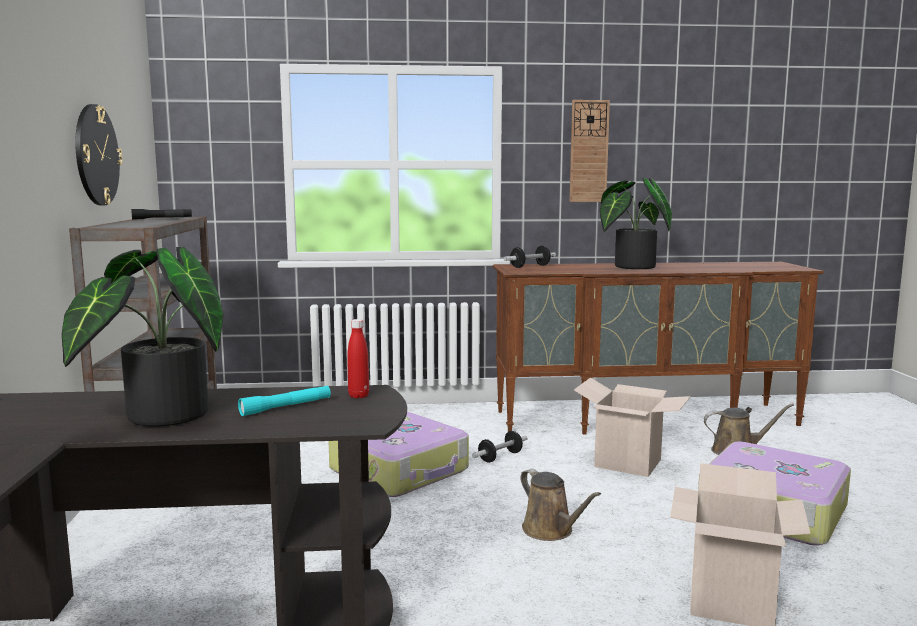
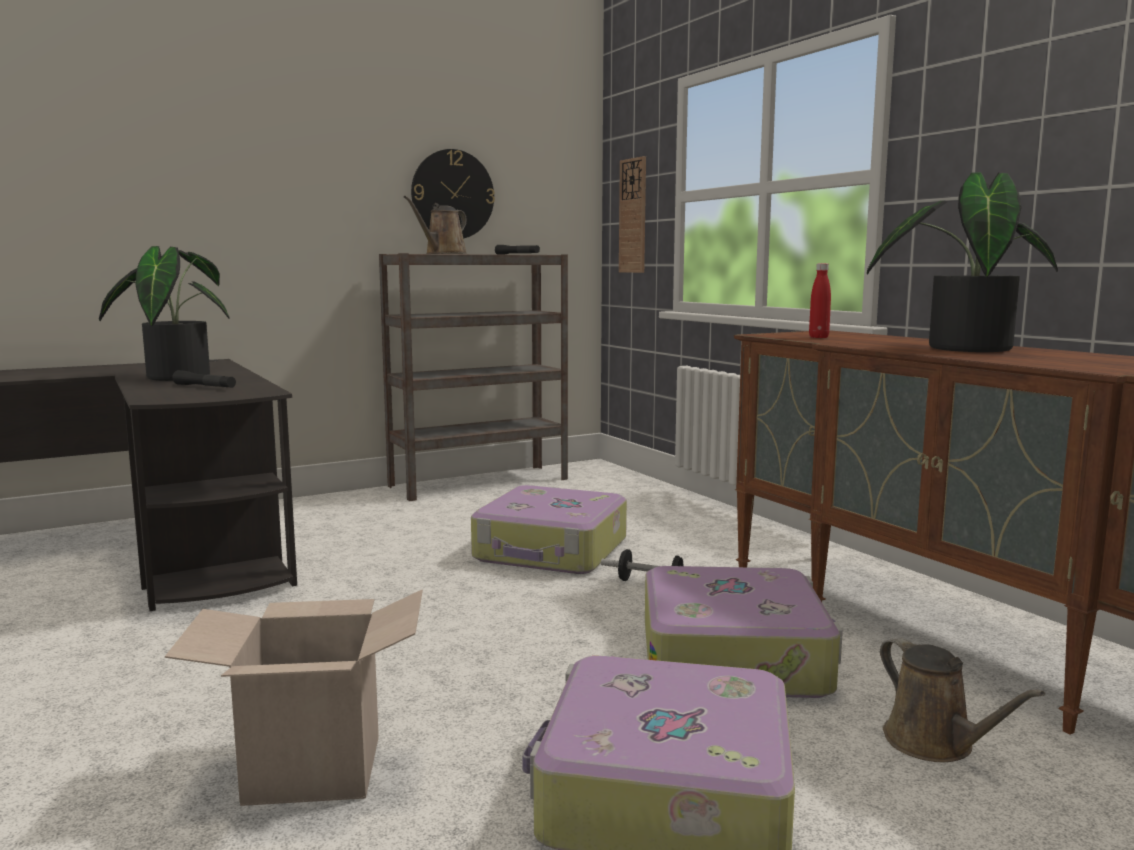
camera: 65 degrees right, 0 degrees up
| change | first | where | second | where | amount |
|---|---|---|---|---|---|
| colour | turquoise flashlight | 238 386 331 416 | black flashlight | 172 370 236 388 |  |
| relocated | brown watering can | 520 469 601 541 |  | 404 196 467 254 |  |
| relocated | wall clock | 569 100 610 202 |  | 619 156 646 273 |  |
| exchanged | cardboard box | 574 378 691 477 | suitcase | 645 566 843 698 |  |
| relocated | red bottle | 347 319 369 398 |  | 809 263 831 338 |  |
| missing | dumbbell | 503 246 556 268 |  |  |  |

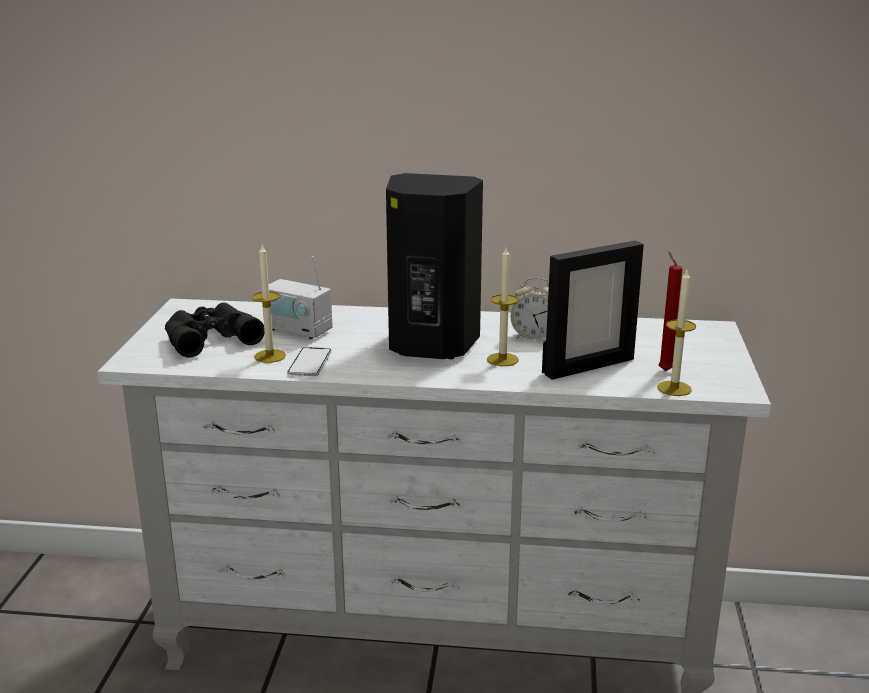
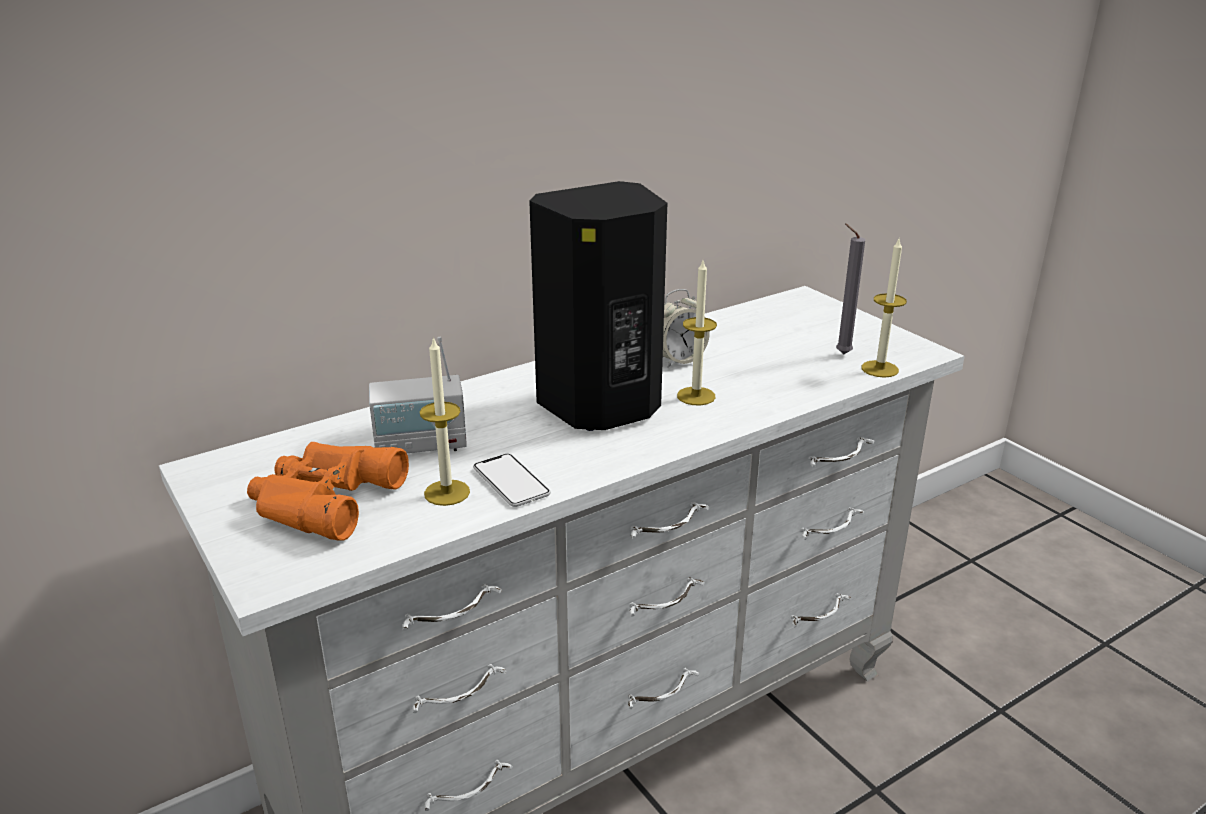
camera: 40 degrees left, 5 degrees up
| change | first | where | second | where | amount |
|---|---|---|---|---|---|
| colour | black binoculars | 165 302 264 358 | orange binoculars | 247 442 409 541 |  |
| colour | red candle | 658 251 683 371 | grey candle | 836 223 865 354 |  |
| missing | picture frame | 542 241 644 380 |  |  |  |

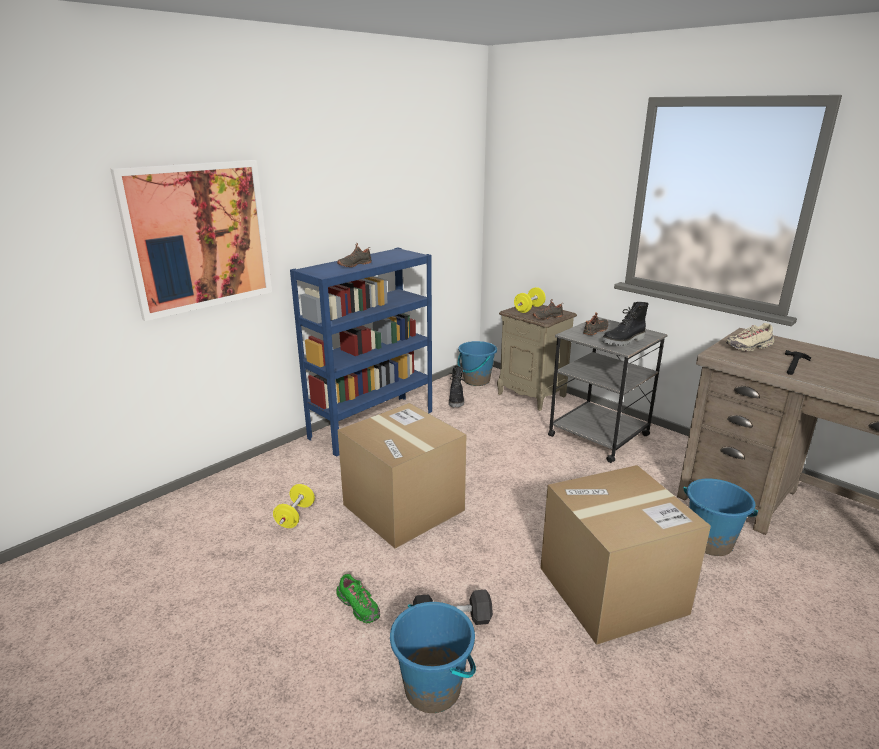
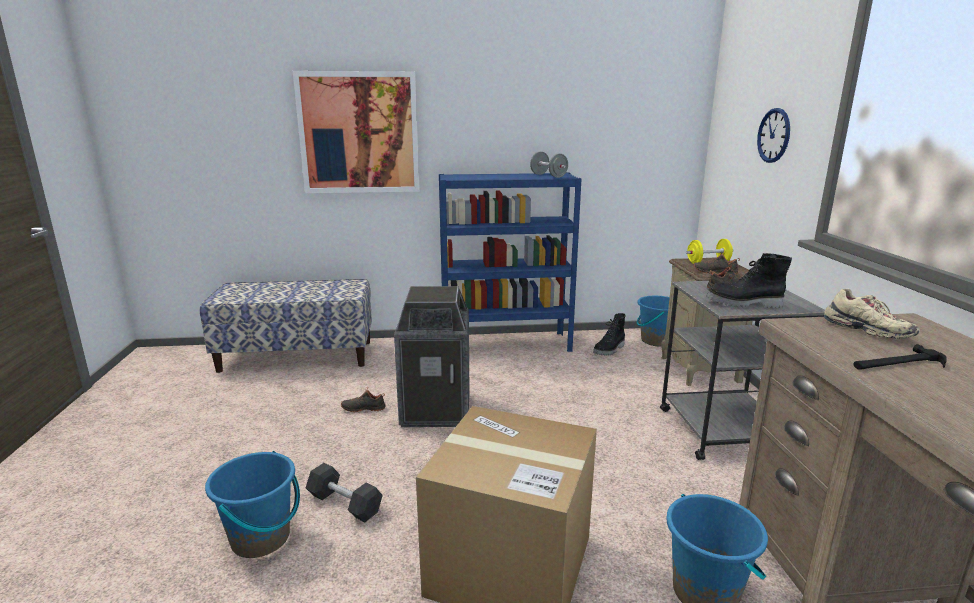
camera: 40 degrees right, 5 degrees down
| change | first | where | second | where | amount |
|---|---|---|---|---|---|
| appeared |  |  | bench | 200 279 372 373 |  |
| relocated | black shoe | 337 243 372 267 |  | 341 390 386 412 |  |
| exchanged | cardboard box | 338 403 466 548 | trash can | 394 286 469 427 |  |
| appeared |  |  | grey dumbbell | 530 152 568 178 |  |
| appeared |  |  | wall clock | 757 108 790 163 |  |
| spun | beige shoe | 726 323 774 352 |  | 824 288 920 339 | 150 degrees counterclockwise |
| missing | yellow dumbbell | 273 484 315 528 |  |  |  |
| missing | green shoe | 336 574 380 623 |  |  |  |

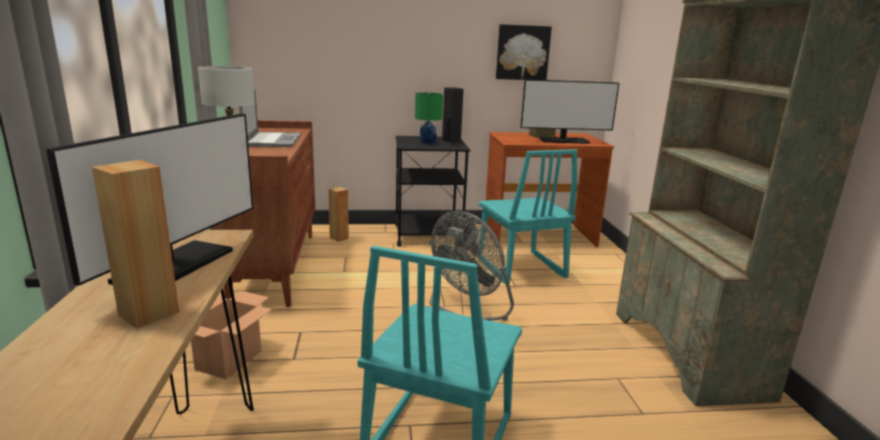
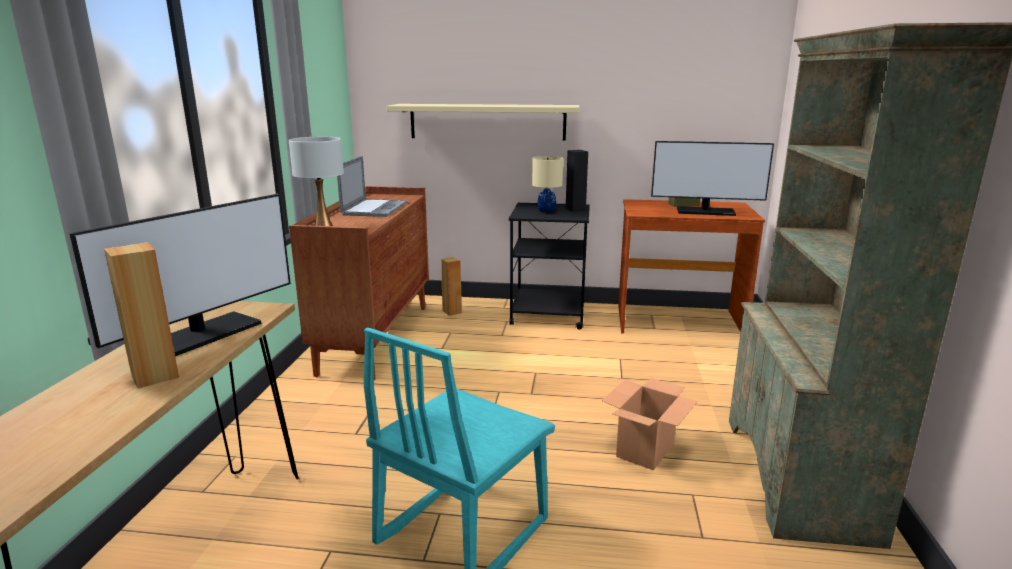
camera: 15 degrees right, 0 degrees up
| change | first | where | second | where | amount |
|---|---|---|---|---|---|
| appeared |  |  | beige shelf | 386 104 580 141 |  |
| colour | green table lamp | 415 93 443 144 | beige table lamp | 532 156 563 213 |  |
| relocated | cardboard box | 191 291 273 379 |  | 602 378 698 470 |  |
| missing | grey fan | 429 211 514 321 |  |  |  |
| missing | turquoise chair | 477 149 578 285 |  |  |  |
| missing | picture | 496 24 552 80 |  |  |  |

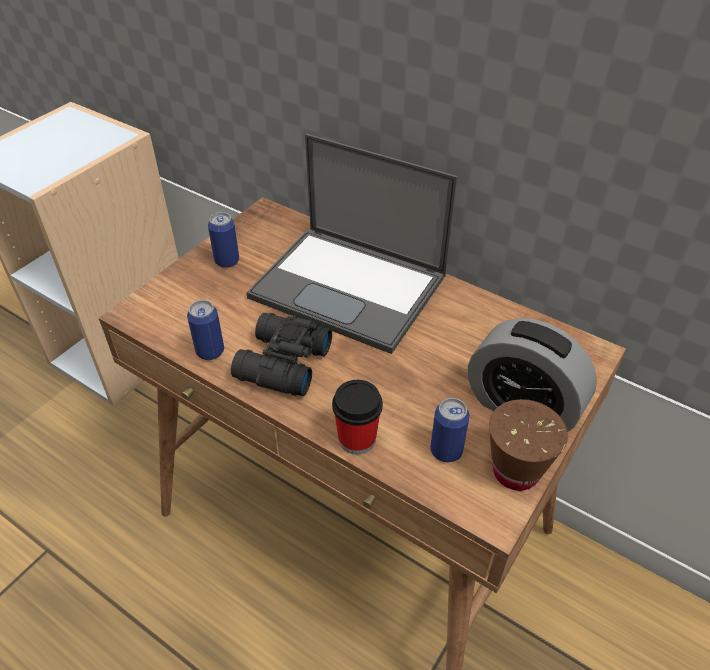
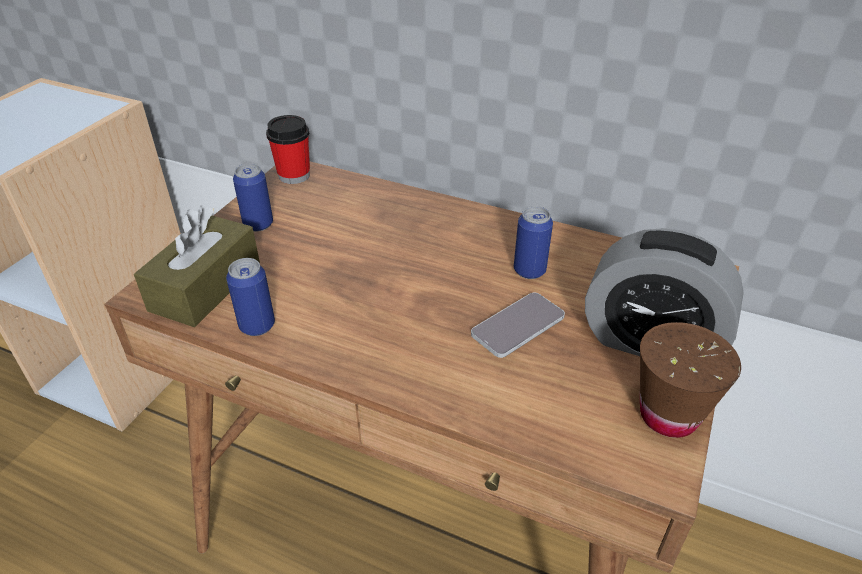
camera: 10 degrees left, 5 degrees down
| change | first | where | second | where | amount |
|---|---|---|---|---|---|
| appeared |  |  | brown tissue box | 134 205 260 327 |  |
| relocated | cup | 332 380 383 455 |  | 266 115 310 184 |  |
| appeared |  |  | phone | 471 293 565 358 |  |
| relocated | can | 430 398 470 462 |  | 514 206 553 279 |  |
| missing | black binoculars | 231 313 332 396 |  |  |  |
| missing | laptop | 246 134 458 354 |  |  |  |

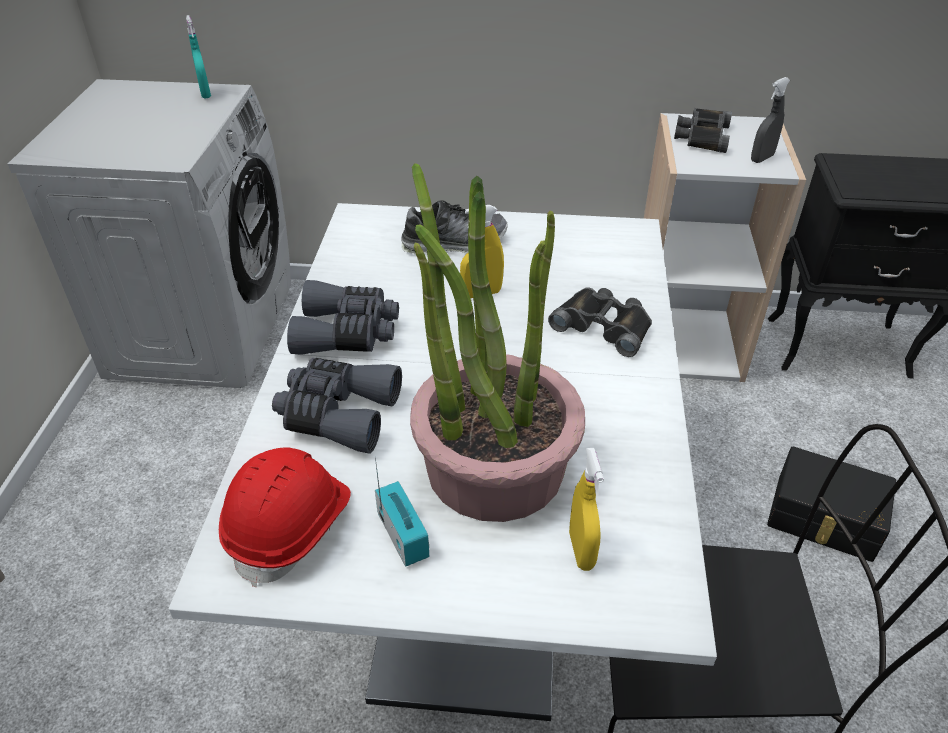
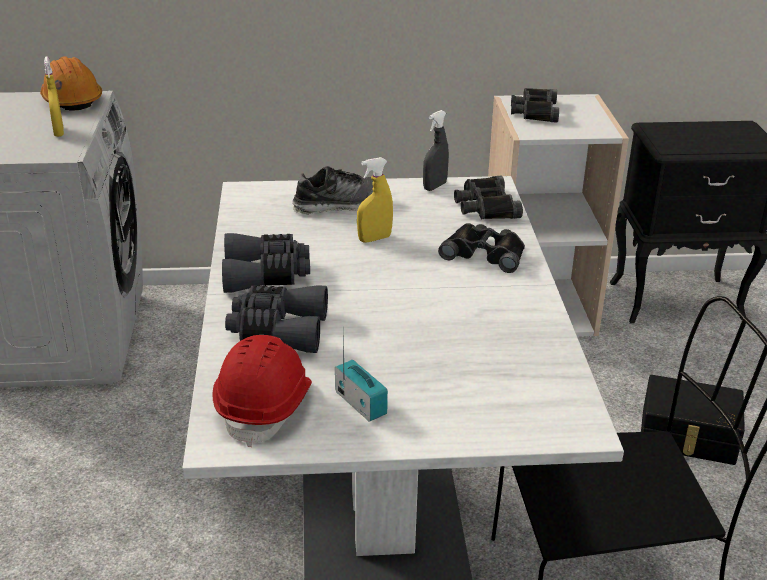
camera: 10 degrees left, 10 degrees down
| change | first | where | second | where | amount |
|---|---|---|---|---|---|
| exchanged | turquoise spray bottle | 186 15 211 99 | orange hard hat | 40 56 102 110 |  |
| relocated | yellow spray bottle | 569 448 604 571 |  | 44 56 64 137 |  |
| relocated | grey spray bottle | 751 77 790 163 |  | 423 110 449 191 |  |
| appeared |  |  | black binoculars | 454 176 523 219 |  |
| missing | potted plant | 410 163 585 522 |  |  |  |

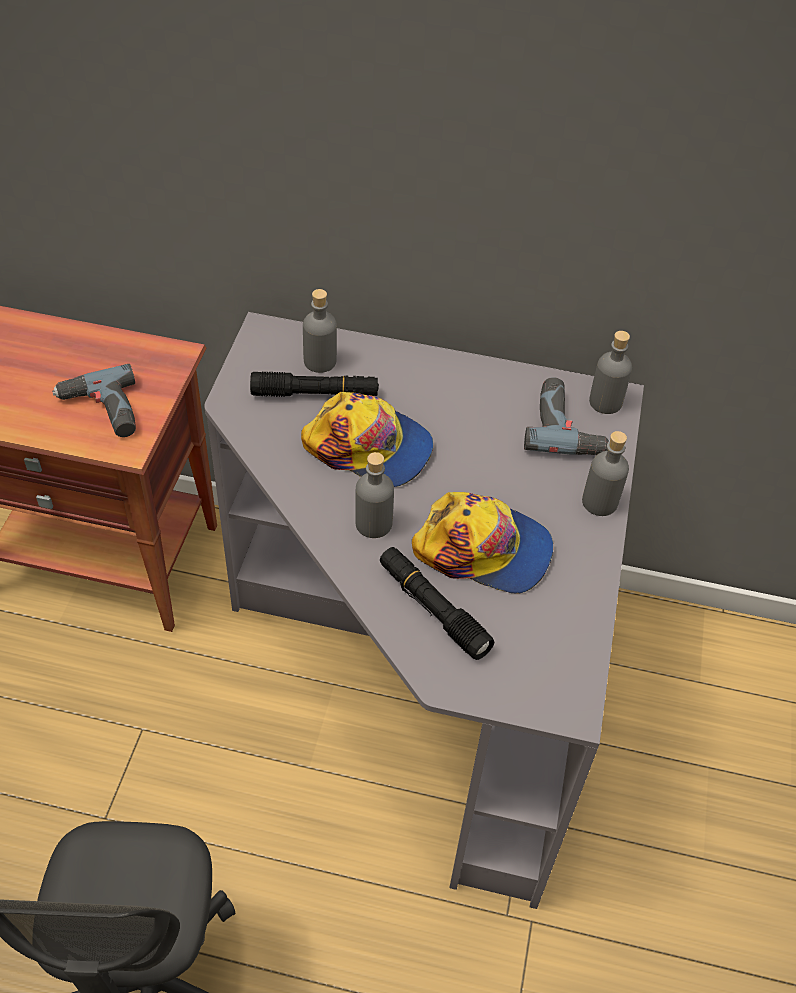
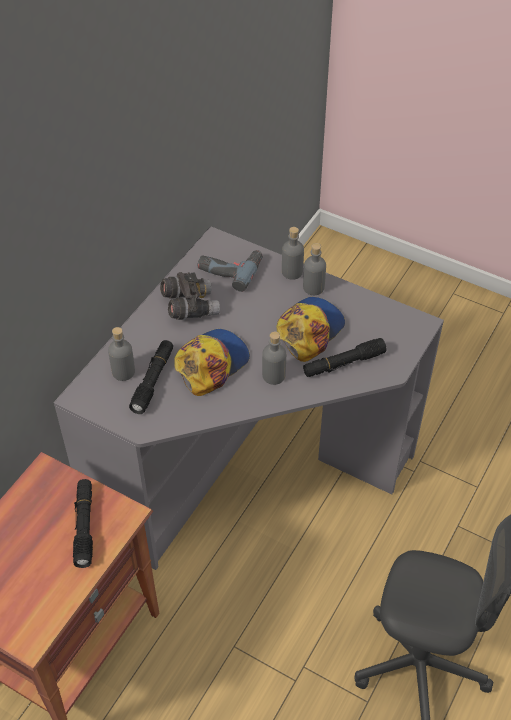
camera: 70 degrees left, 0 degrees up
| change | first | where | second | where | amount |
|---|---|---|---|---|---|
| exchanged | power drill | 52 364 136 437 | black flashlight | 73 479 93 568 |  |
| appeared |  |  | grey binoculars | 160 272 220 320 |  |
| relocated | grey bottle | 589 331 632 414 |  | 303 243 326 295 |  |

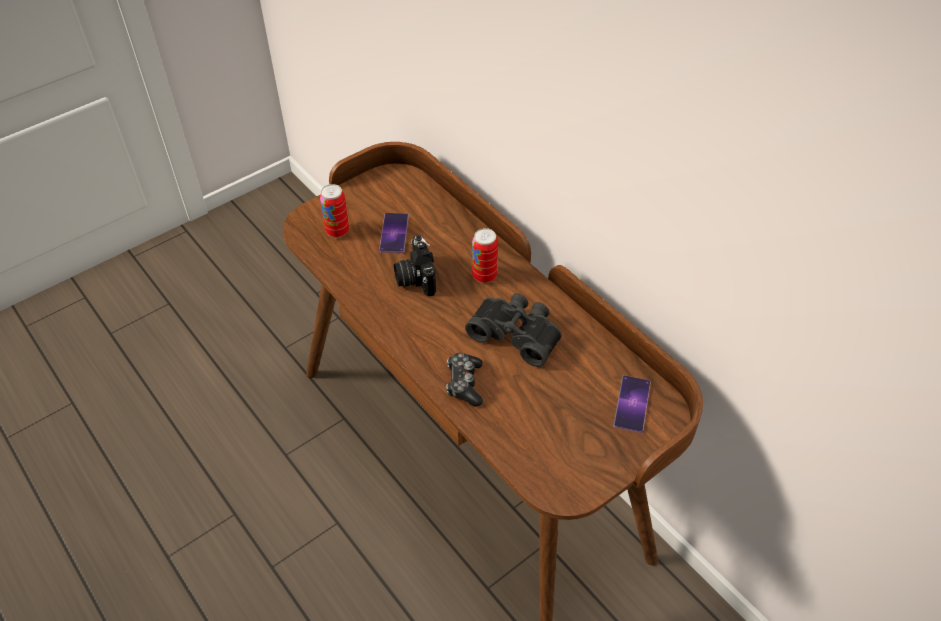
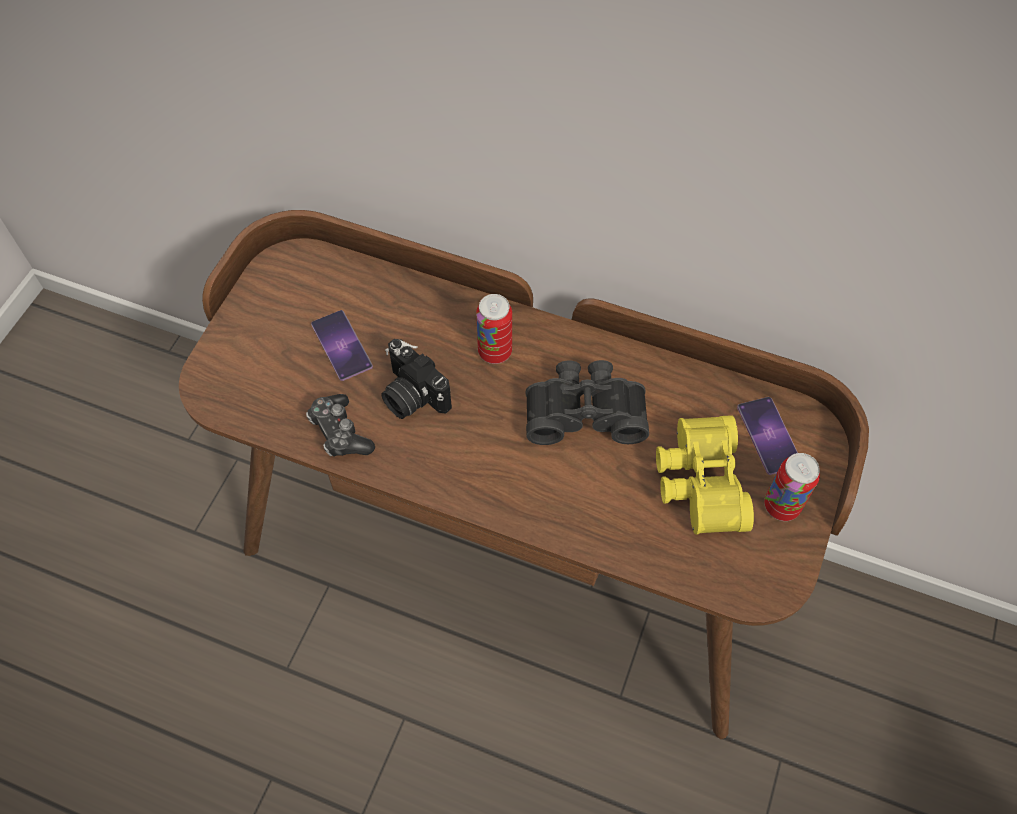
camera: 30 degrees left, 10 degrees up
| change | first | where | second | where | amount |
|---|---|---|---|---|---|
| relocated | game controller | 446 352 483 407 |  | 306 394 375 457 |  |
| appeared |  |  | yellow binoculars | 656 415 754 535 |  |
| relocated | can | 320 184 349 238 |  | 764 453 820 521 |  |

